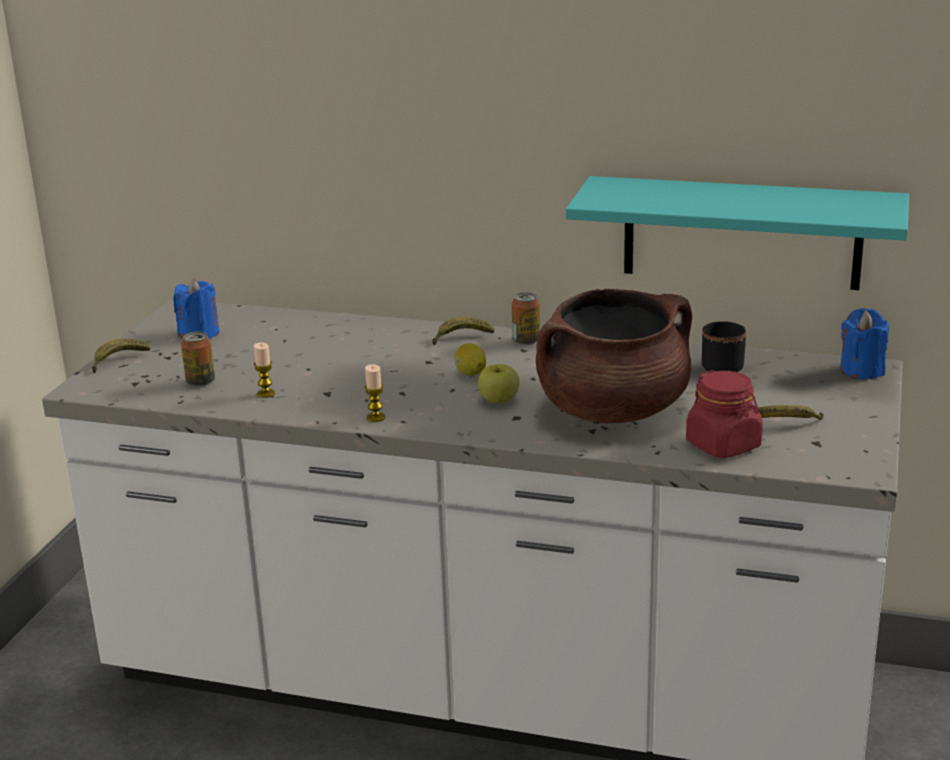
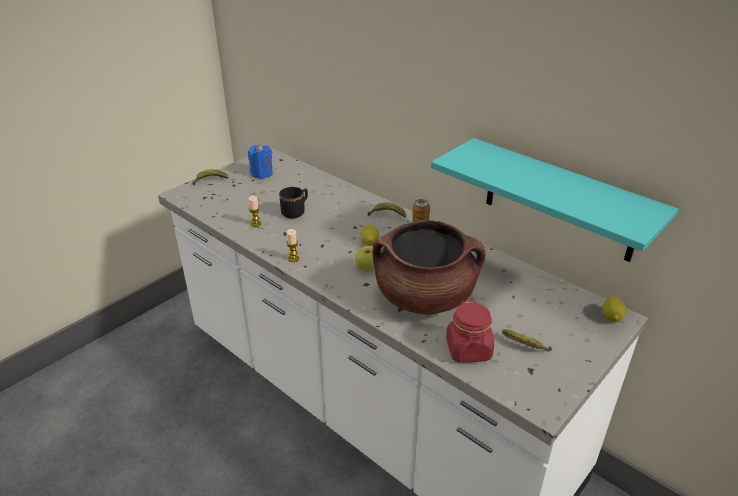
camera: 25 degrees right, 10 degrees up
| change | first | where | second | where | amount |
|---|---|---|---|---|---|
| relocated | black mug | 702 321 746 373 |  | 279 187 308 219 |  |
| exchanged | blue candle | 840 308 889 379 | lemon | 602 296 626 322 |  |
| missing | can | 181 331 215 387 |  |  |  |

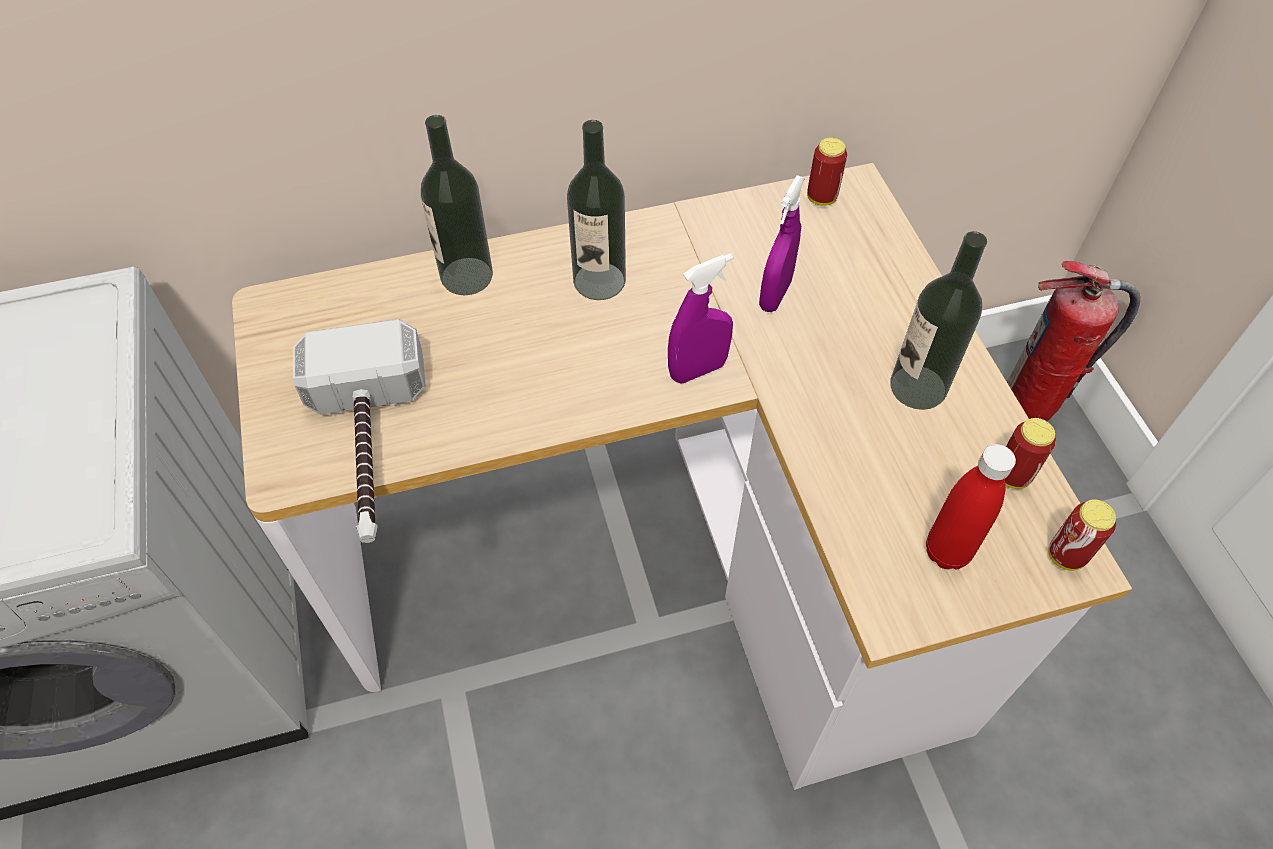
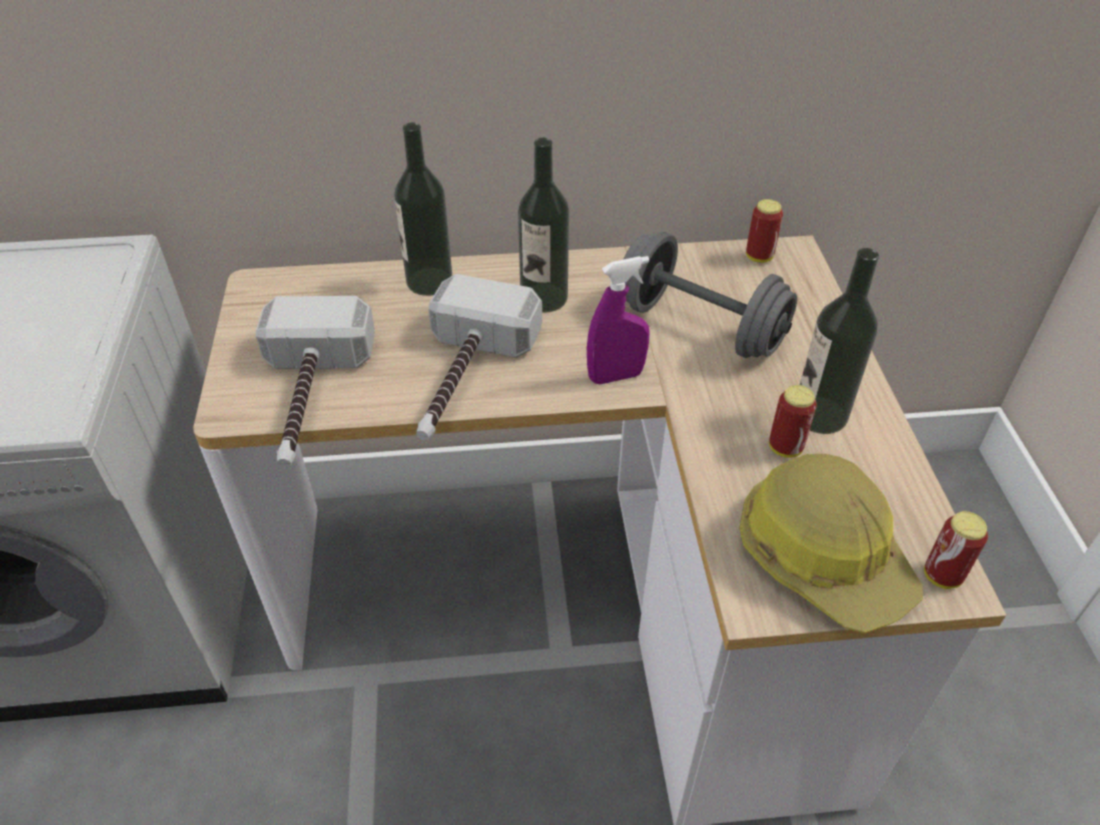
camera: 10 degrees right, 10 degrees down
| change | first | where | second | where | amount |
|---|---|---|---|---|---|
| appeared |  |  | hammer | 416 274 542 440 |  |
| exchanged | purple spray bottle | 759 175 805 312 | grey dumbbell | 623 232 797 358 |  |
| exchanged | red bottle | 926 444 1016 570 | hard hat | 739 454 923 633 |  |
| relocated | can | 1005 418 1056 489 |  | 769 385 817 458 |  |
| missing | fire extinguisher | 1007 261 1140 421 |  |  |  |

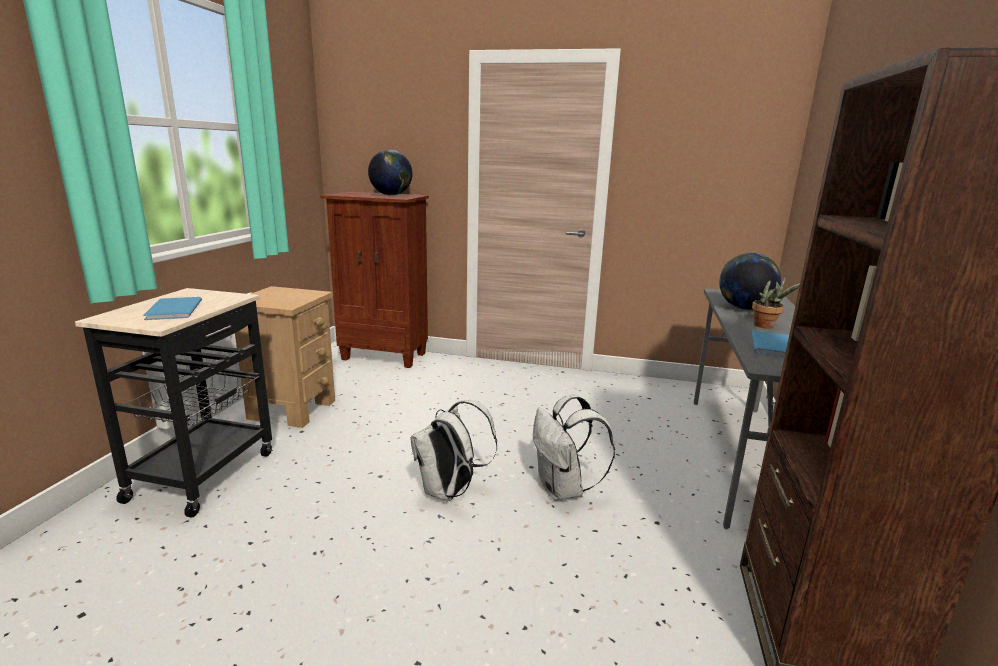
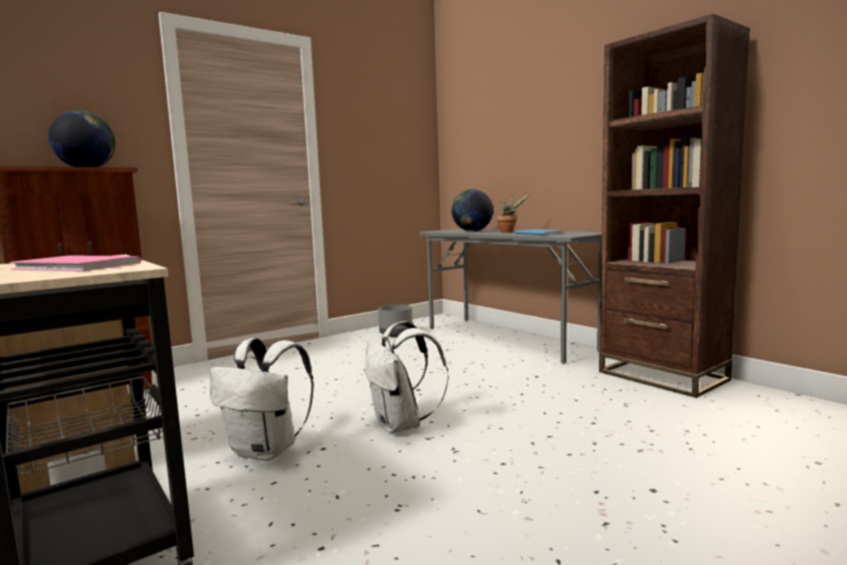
camera: 50 degrees left, 10 degrees down
| change | first | where | second | where | amount |
|---|---|---|---|---|---|
| colour | blue book | 143 297 202 320 | pink book | 10 256 142 272 |  |
| relocated | white backpack | 533 395 615 501 |  | 210 338 314 461 |  |
| appeared |  |  | grey planter | 378 304 413 337 |  |

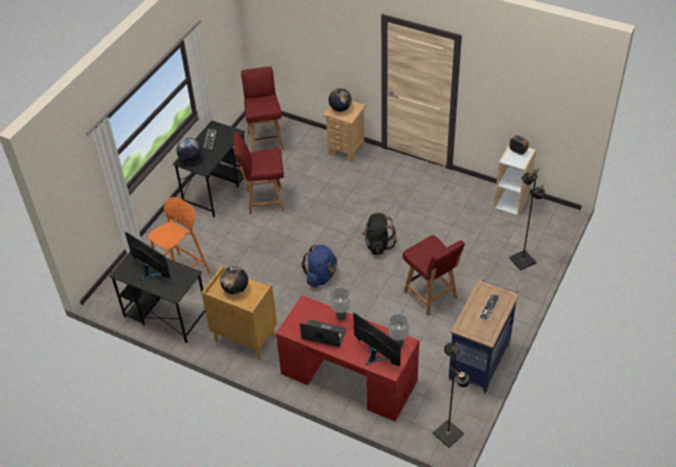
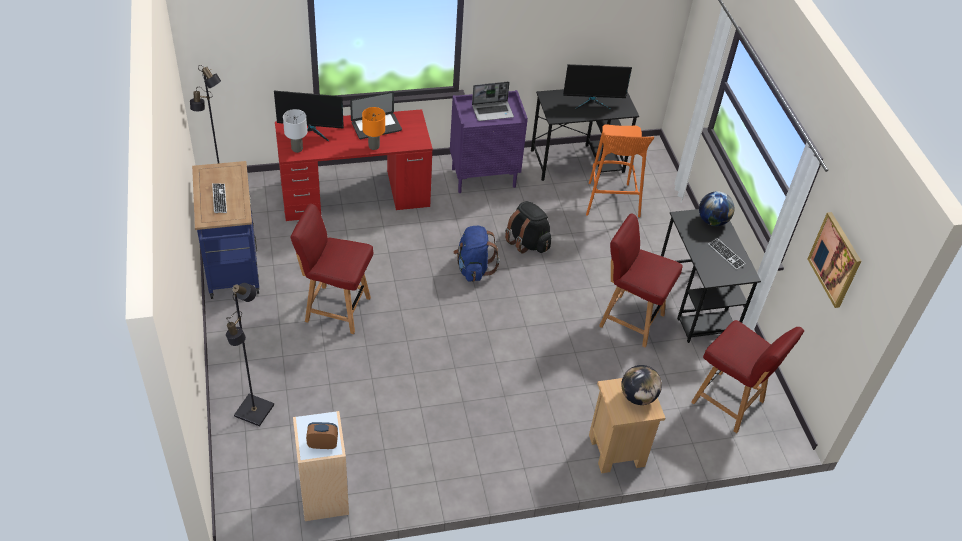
camera: 135 degrees right, 0 degrees up
| change | first | where | second | where | amount |
|---|---|---|---|---|---|
| colour | white table lamp | 330 287 351 321 | orange table lamp | 362 107 385 150 |  |
| colour | brown cabinet | 201 266 277 360 | purple cabinet | 450 90 528 193 |  |
| exchanged | globe | 220 266 248 294 | laptop | 472 81 514 121 |  |
| relocated | black backpack | 362 213 396 255 |  | 505 201 551 253 |  |
| spun | red chair | 233 132 284 215 |  | 599 213 683 347 | 105 degrees counterclockwise |
| appeared |  |  | picture | 808 212 861 308 |  |

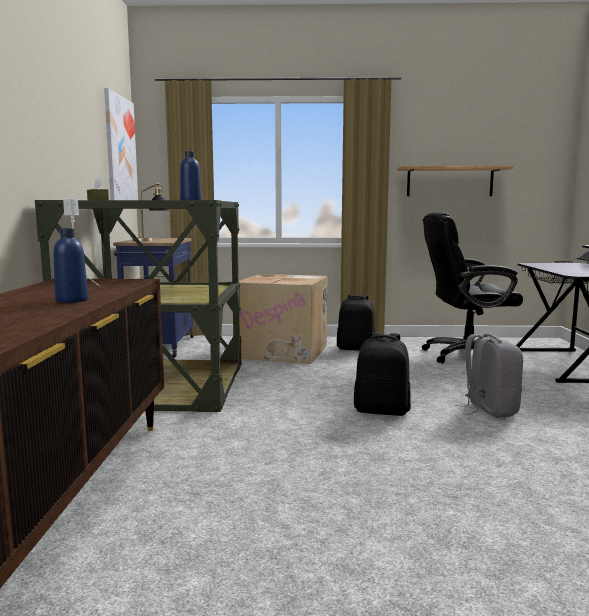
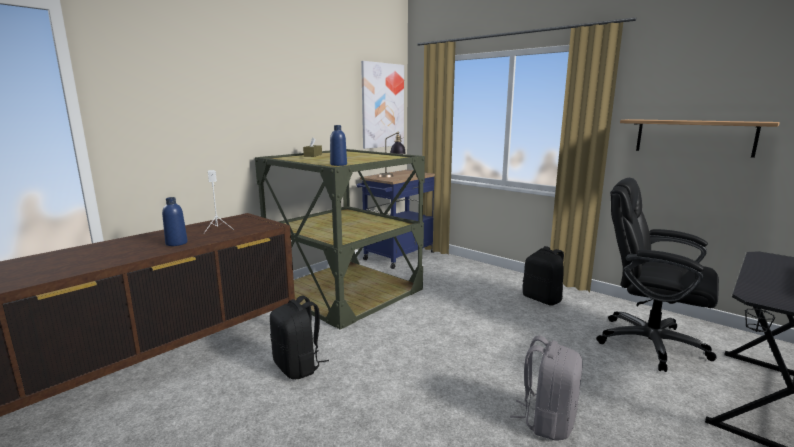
camera: 40 degrees right, 5 degrees up
| change | first | where | second | where | amount |
|---|---|---|---|---|---|
| relocated | black backpack | 354 332 411 416 |  | 270 296 329 379 |  |
| missing | cardboard box | 239 274 327 364 |  |  |  |

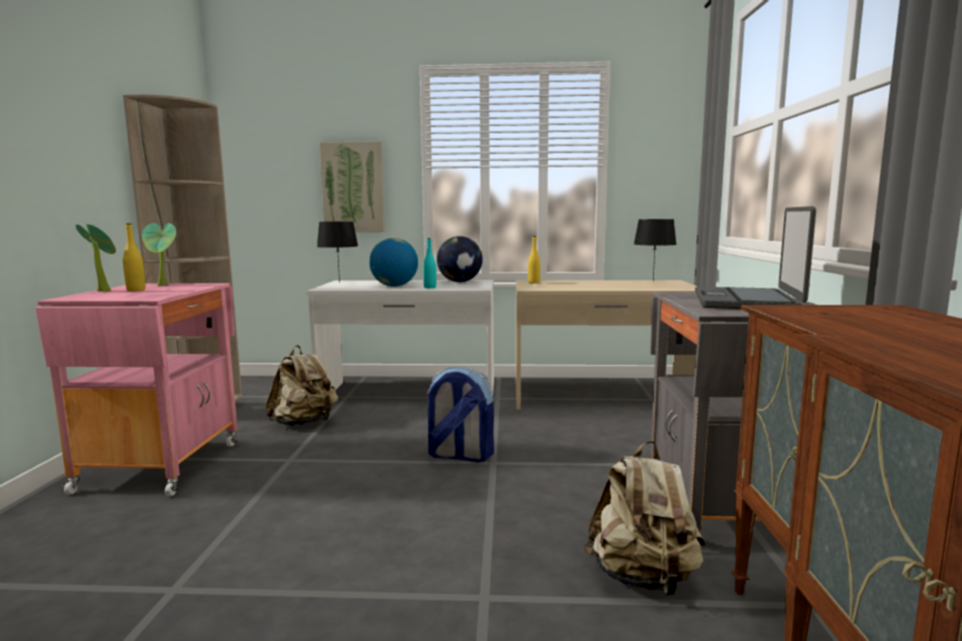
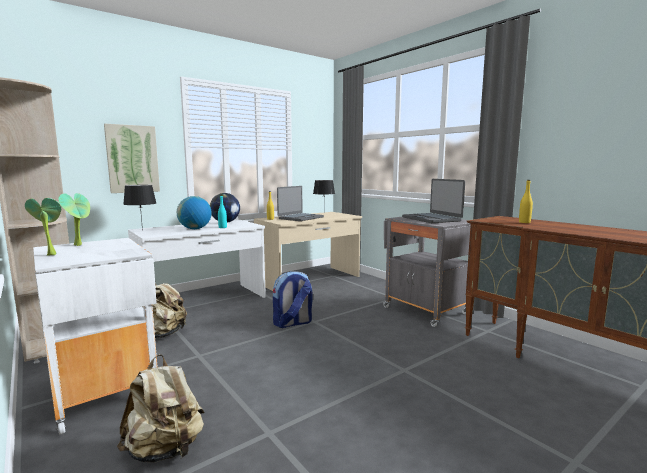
camera: 40 degrees left, 0 degrees up
| change | first | where | second | where | amount |
|---|---|---|---|---|---|
| colour | pink cart | 35 283 238 496 | white cart | 33 238 158 434 |  |
| relocated | beige backpack | 584 441 706 596 |  | 117 354 204 463 |  |
| appeared |  |  | laptop | 277 186 324 221 |  |
| relocated | yellow bottle | 123 223 145 291 |  | 519 180 533 223 |  |

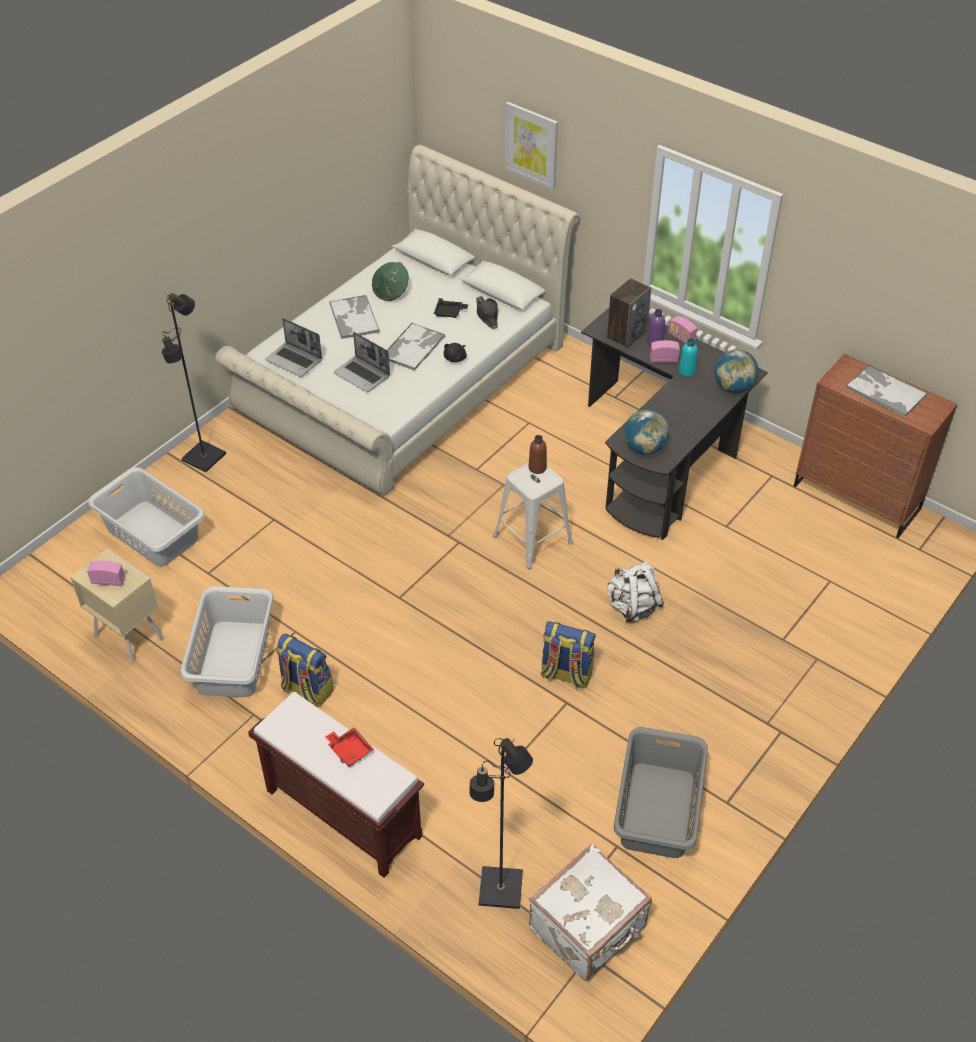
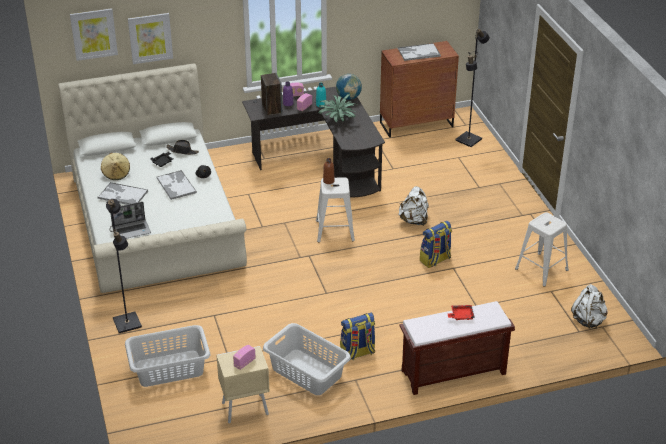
camera: 55 degrees left, 10 degrees down
| change | first | where | second | where | amount |
|---|---|---|---|---|---|
| appeared |  |  | picture | 70 8 118 61 |  |
| colour | green hat | 372 262 409 301 | beige hat | 101 153 130 180 |  |
| appeared |  |  | potted plant | 318 94 359 122 |  |
| relocated | black floor lamp | 470 738 533 909 |  | 455 29 490 147 |  |
| exchanged | grey laundry basket | 614 727 708 858 | white stool | 515 212 569 287 |  |
| exchanged | white suitcase | 529 844 652 981 | white backpack | 571 284 608 329 |  |
| missing | laptop | 333 332 390 392 |  |  |  |
| missing | globe | 624 409 669 455 |  |  |  |

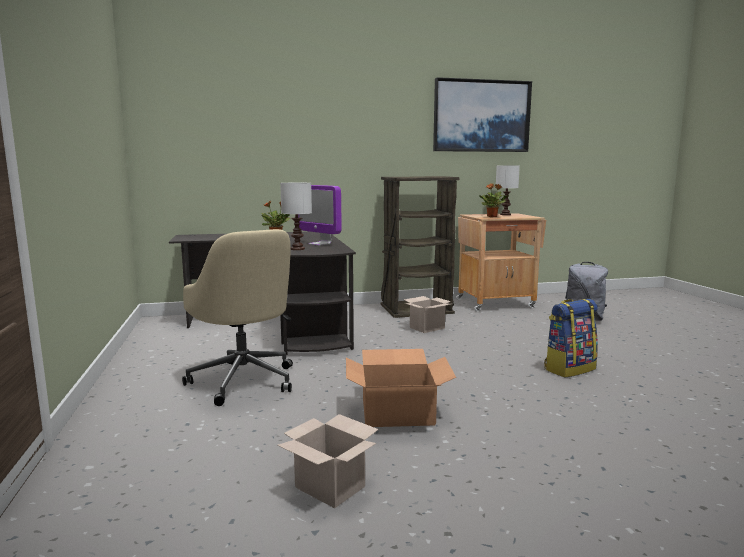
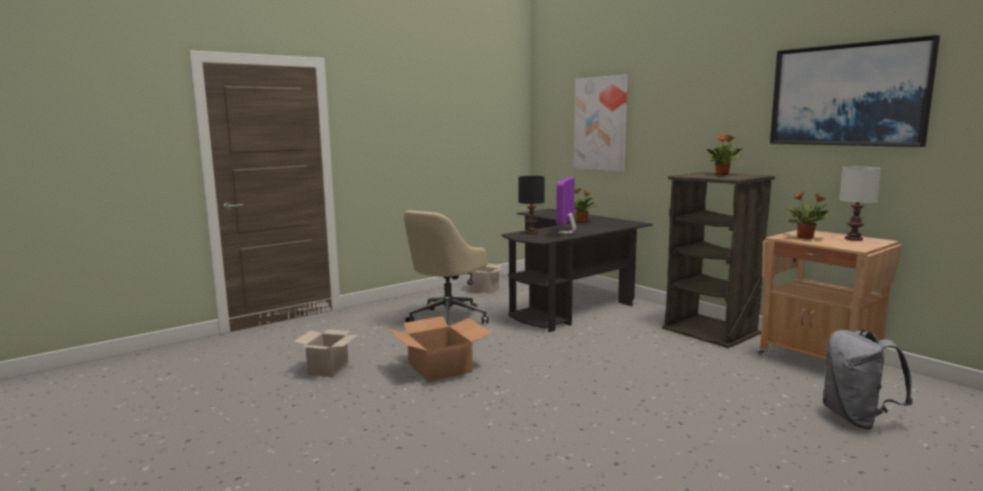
camera: 65 degrees right, 0 degrees up
| change | first | where | second | where | amount |
|---|---|---|---|---|---|
| relocated | cardboard box | 404 296 451 333 |  | 470 264 504 293 |  |
| colour | white table lamp | 280 183 312 250 | black table lamp | 519 176 545 234 |  |
| appeared |  |  | picture | 574 75 628 172 |  |
| appeared |  |  | potted plant | 706 134 743 176 |  |
| missing | backpack | 544 299 598 378 |  |  |  |

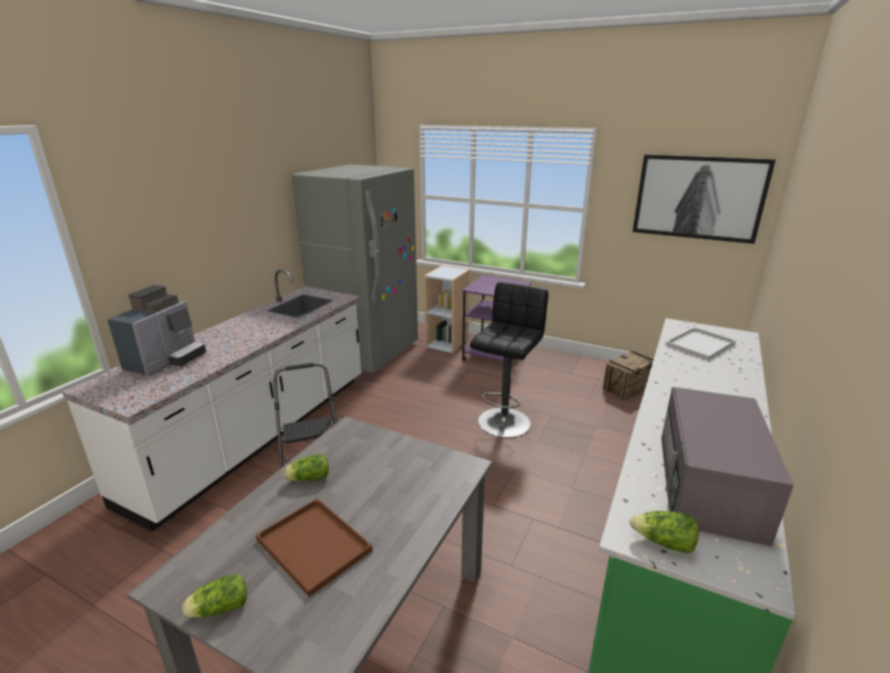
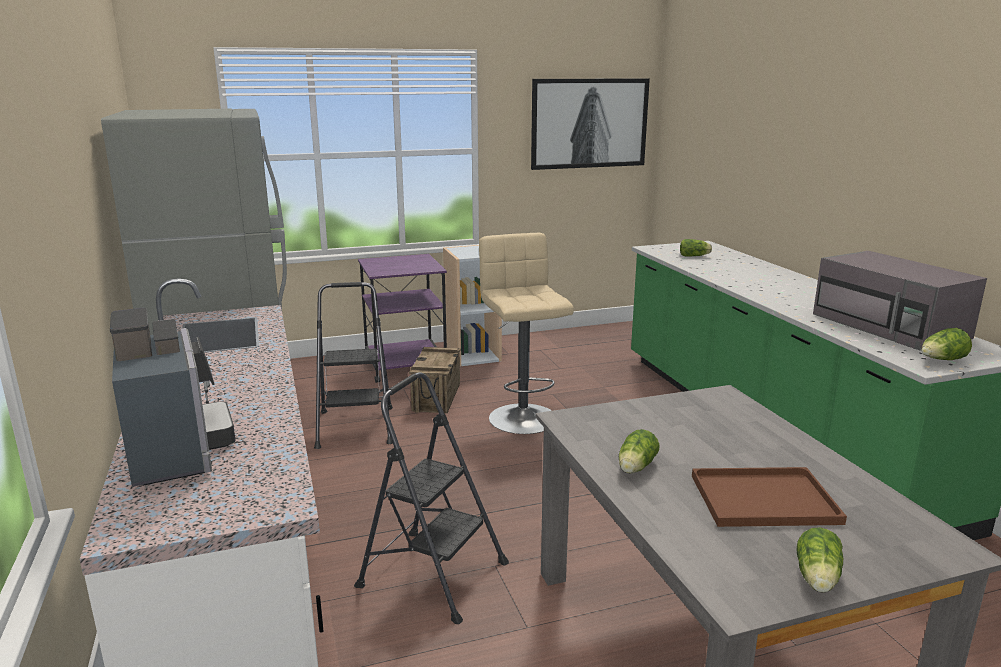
camera: 45 degrees left, 5 degrees down
| change | first | where | second | where | amount |
|---|---|---|---|---|---|
| appeared |  |  | black step ladder | 314 282 393 449 |  |
| relocated | crate | 603 350 654 400 |  | 409 347 460 413 |  |
| relocated | bookcase | 424 266 470 353 |  | 443 245 502 367 |  |
| colour | black stool | 470 282 549 438 | beige stool | 479 233 574 434 |  |
| exchanged | white tray | 665 327 736 360 | lettuce | 680 239 712 257 |  |

